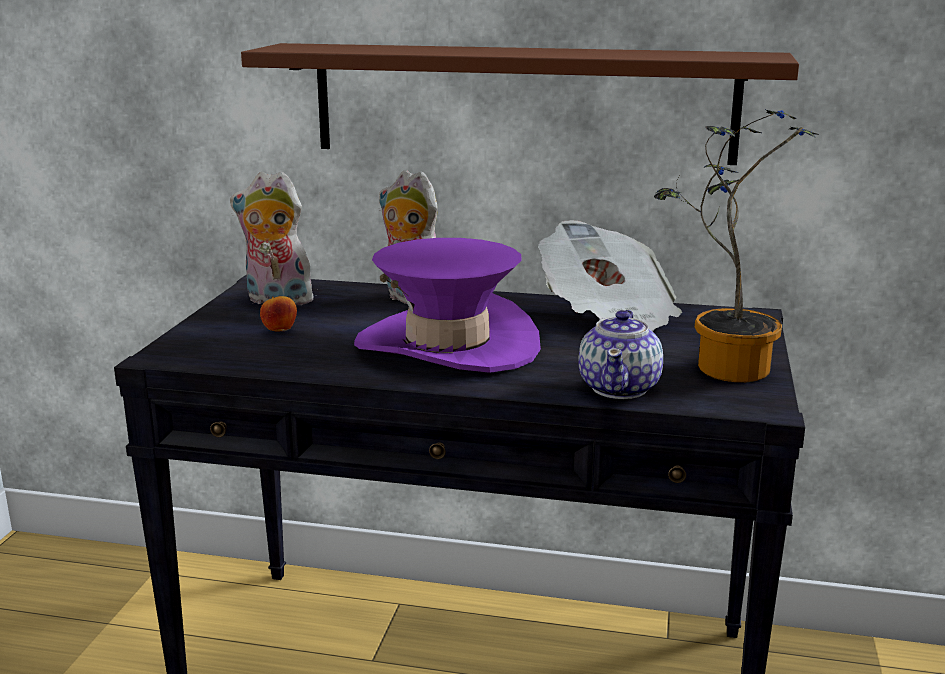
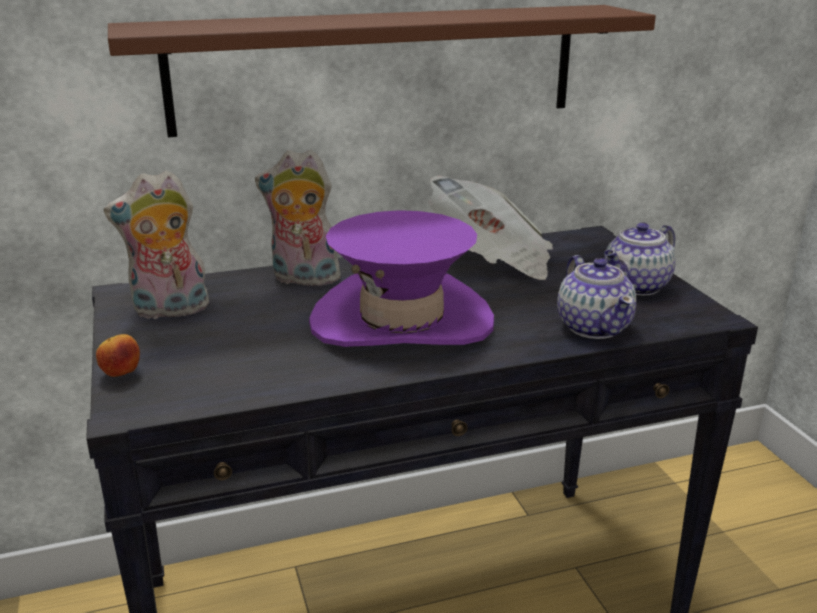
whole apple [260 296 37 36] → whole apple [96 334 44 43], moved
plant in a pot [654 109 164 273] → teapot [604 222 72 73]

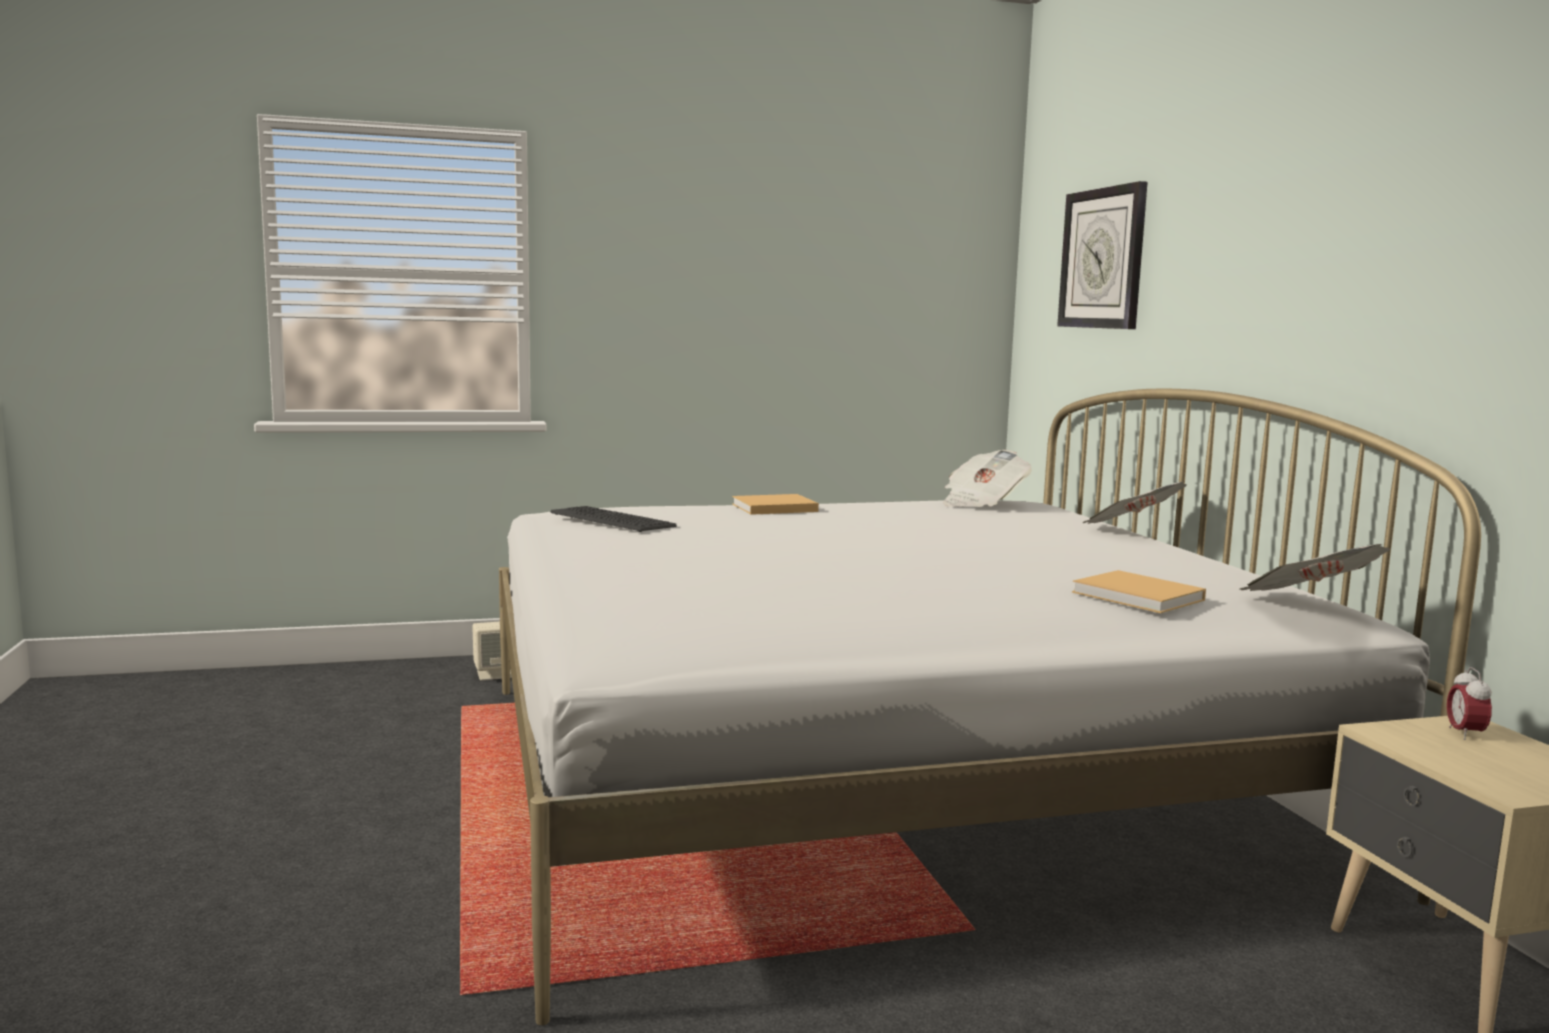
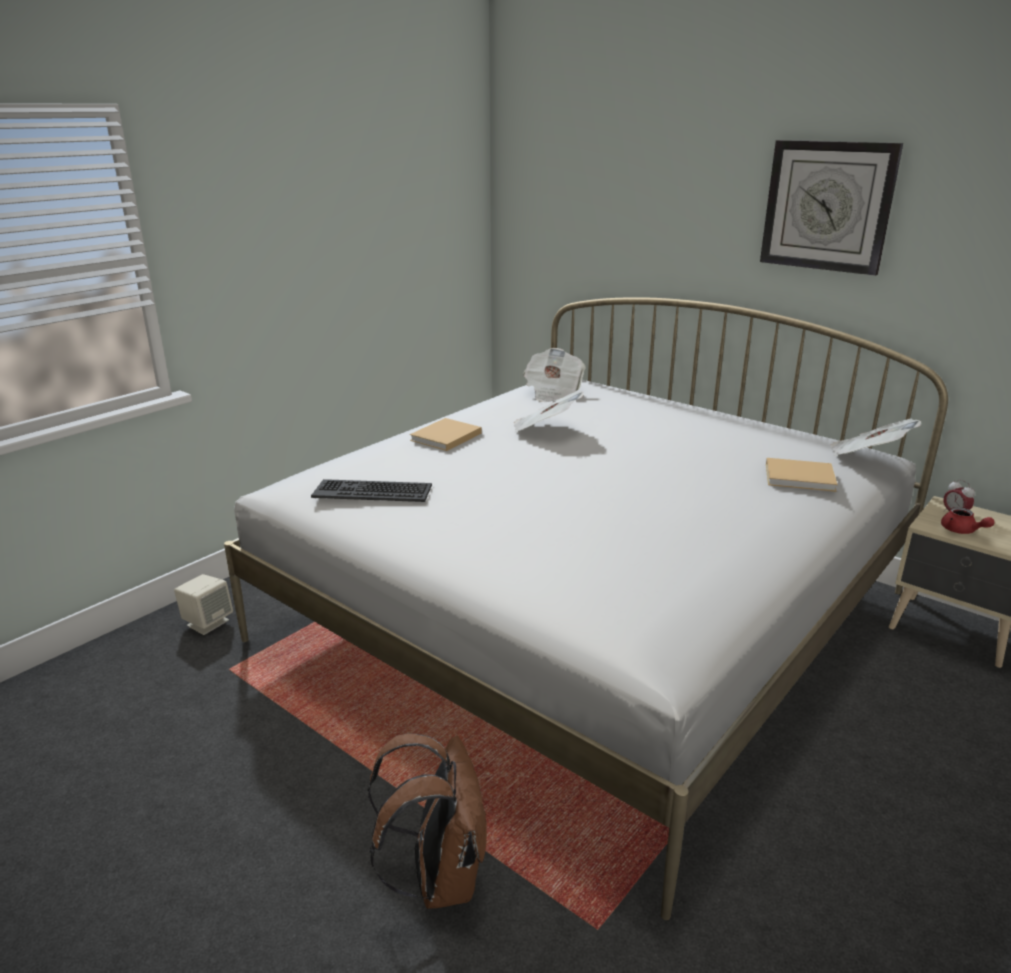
- → rucksack in brown [368 734 119 175]
- → teapot in red-coloured [941 507 54 27]
wall clock [1057 181 91 148] → wall clock [760 140 143 136], moved
newspaper [1082 481 105 43] → newspaper [514 391 70 41], moved

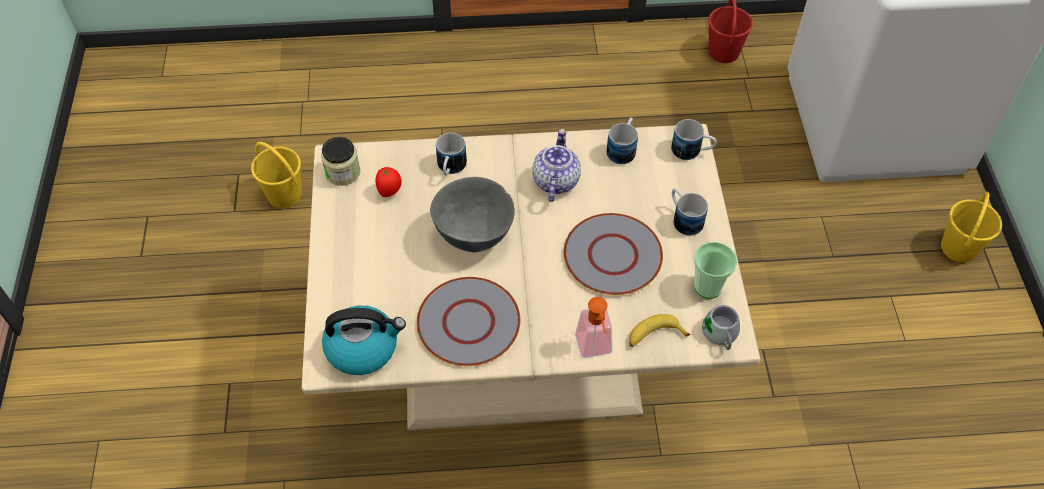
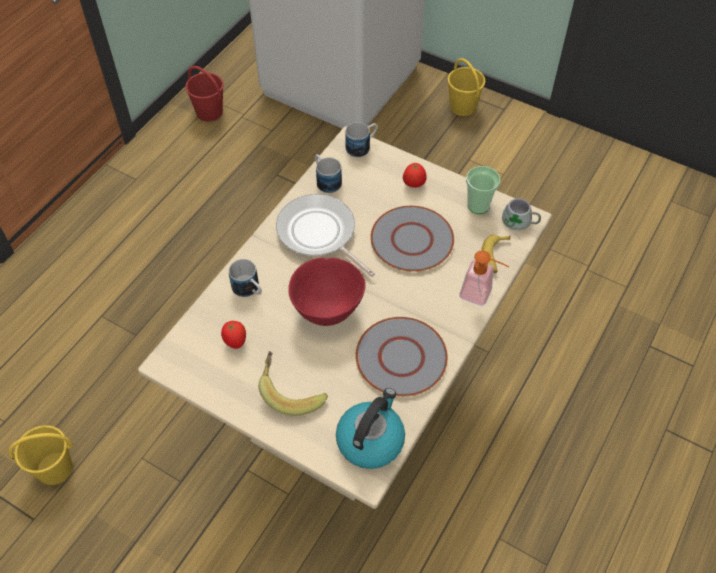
jar [321 137 39 49] → -
- → banana fruit [258 351 70 65]
teapot [532 129 49 73] → pan [276 194 99 83]
mug [672 188 36 48] → fresh tomato [403 162 24 26]
deep dish in greyish [430 177 85 76] → deep dish in red-coloured [288 257 78 69]

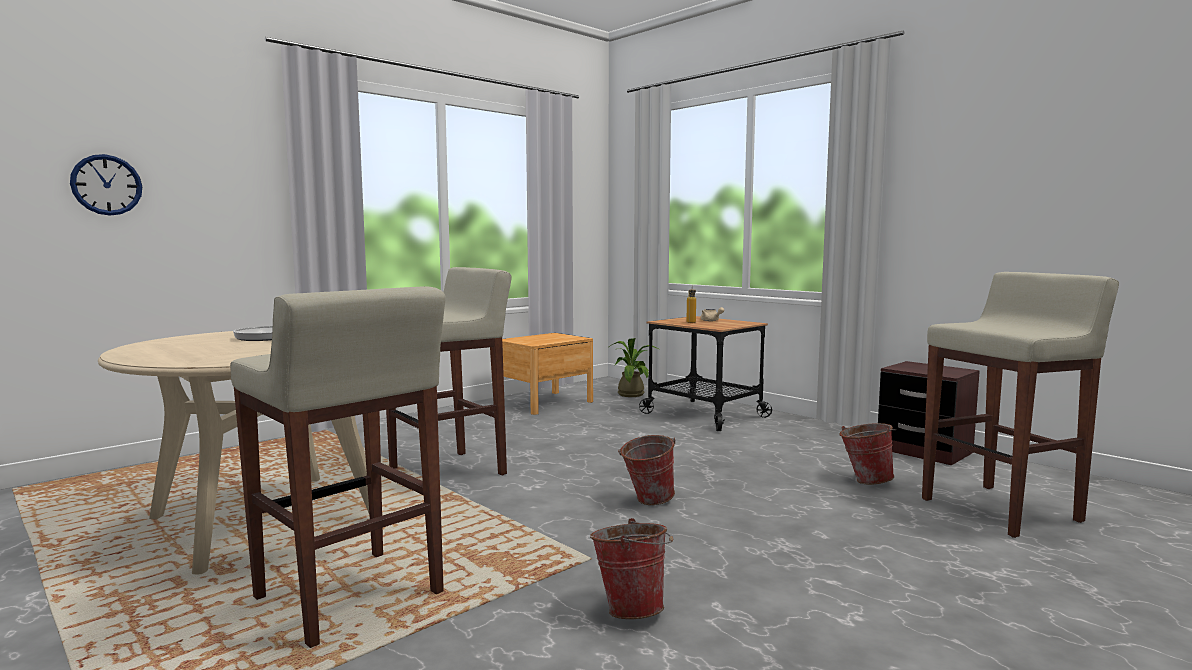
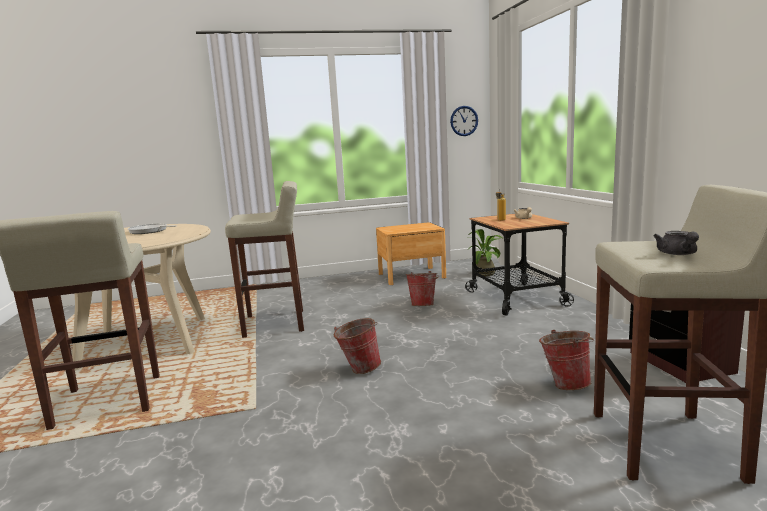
- → teapot in greyish [654 231 45 24]
wall clock [70 154 72 62] → wall clock [450 106 28 30], moved
water bucket [590 518 83 101] → water bucket [406 271 33 35], moved

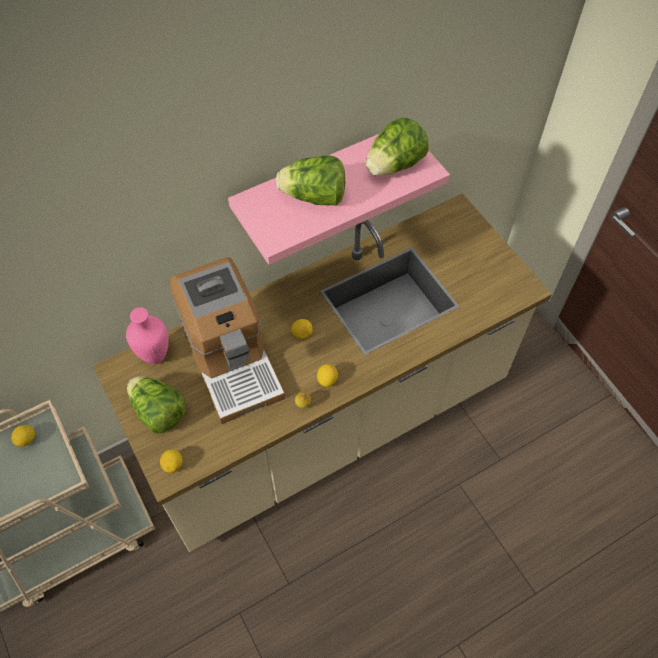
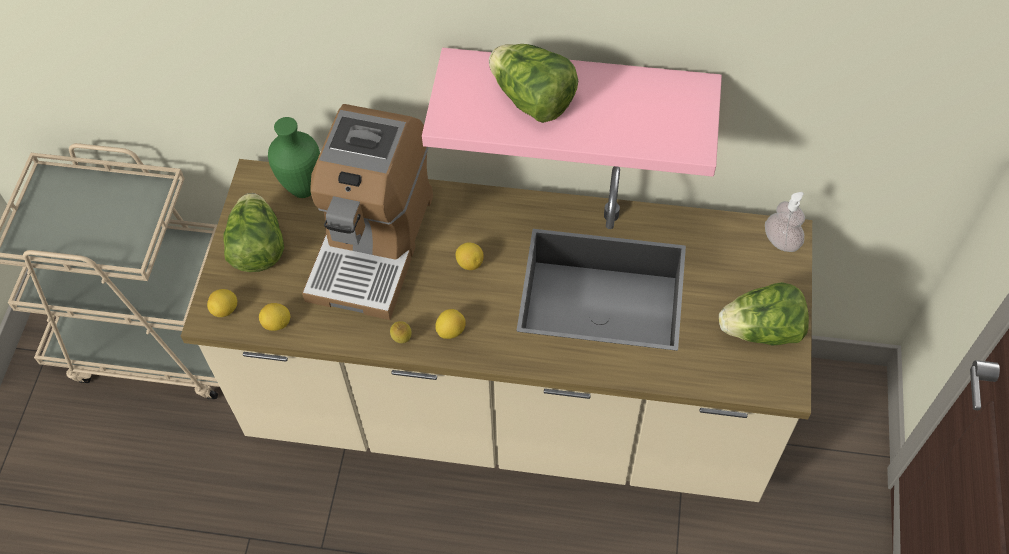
- → liquid soap bottle [765 192 40 60]
lemon [11 425 24 22] → lemon [259 303 32 28], moved
lettuce head [366 118 63 58] → lettuce head [719 282 90 64], moved
vase in pinkish [126 307 43 57] → vase in green-coloured [268 117 52 81]

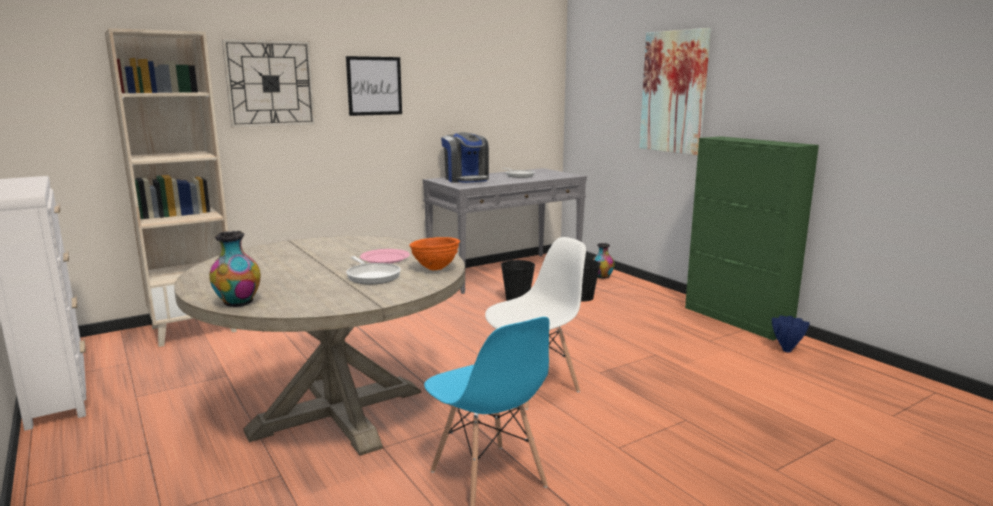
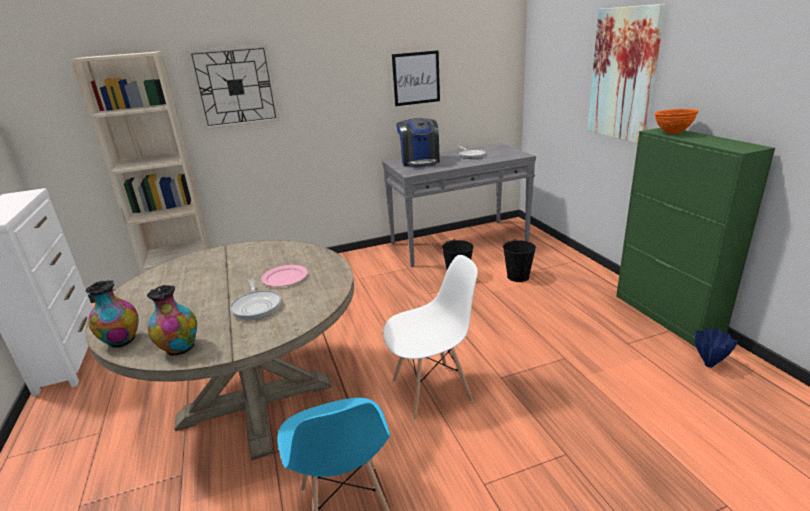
wall picture [346 56 56 60] → wall picture [392 50 48 56], moved
deep dish in orange [409 237 51 33] → deep dish in orange [654 109 45 25], moved
vase [593 243 22 36] → vase [147 285 50 72], moved

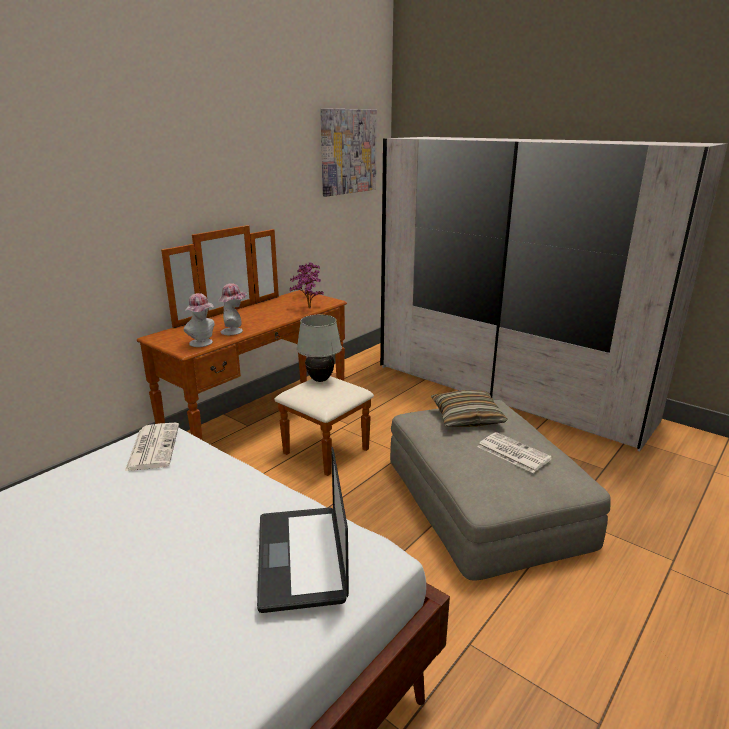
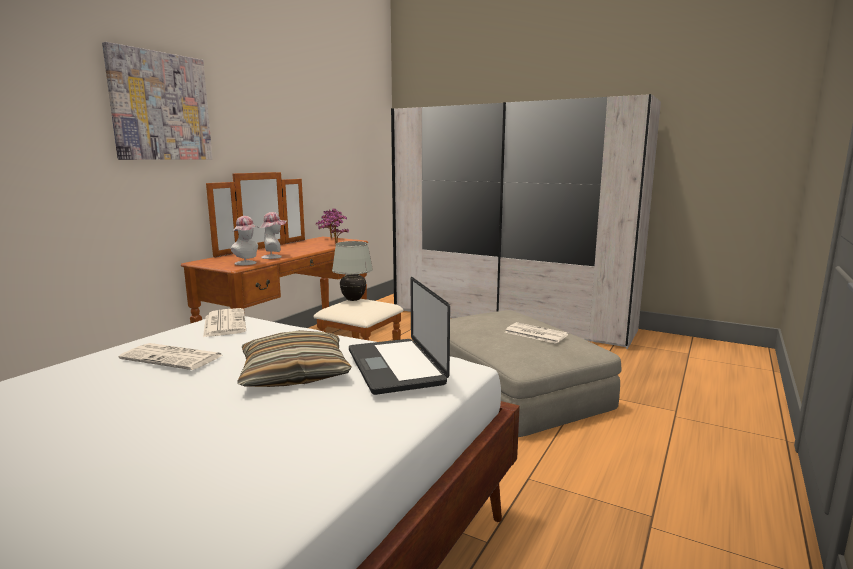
- → newspaper [119 343 103 27]
wall picture [320 108 57 89] → wall picture [102 42 111 118], moved
throw pillow [431 390 76 37] → throw pillow [238 330 114 57], moved

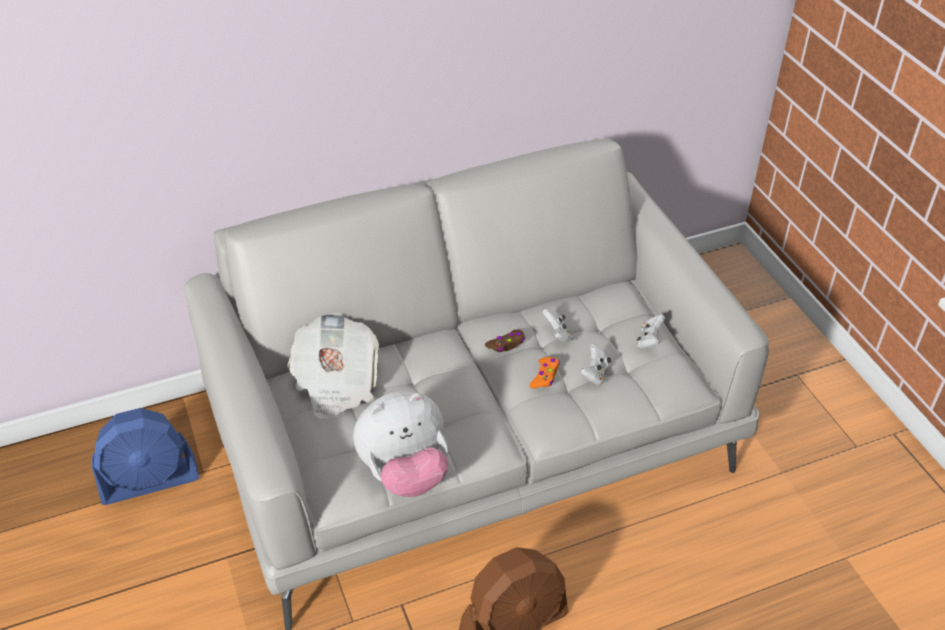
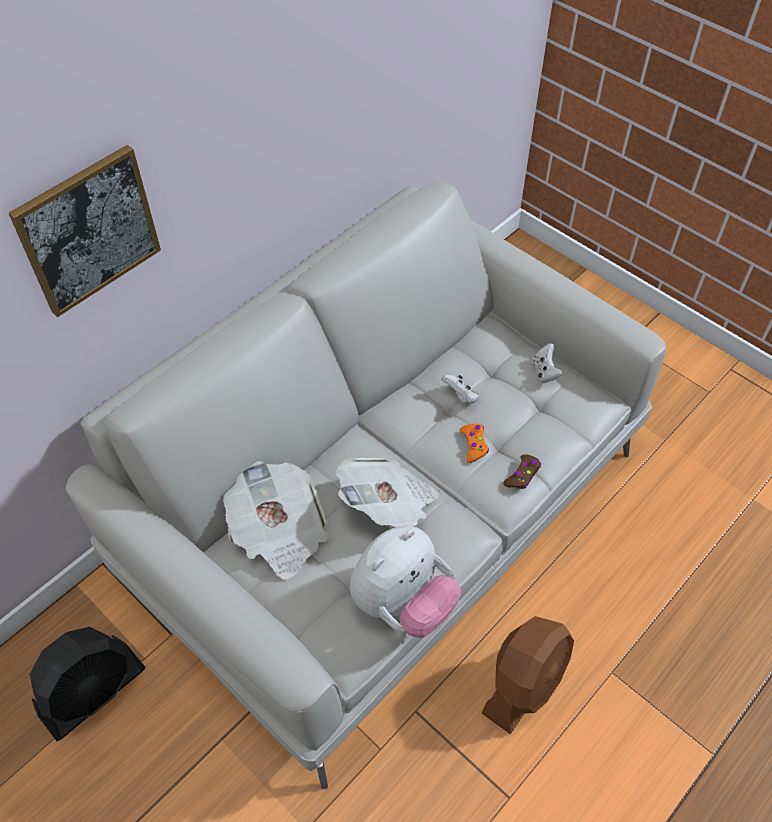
gamepad in whitish [581 344 30 41] → -
- → wall picture [9 145 152 172]
- → newspaper [336 458 103 69]
gamepad in brown [485 329 40 23] → gamepad in brown [503 454 38 35], moved
cooling fan in blue [91 408 108 97] → cooling fan in blackish [30 627 116 114]

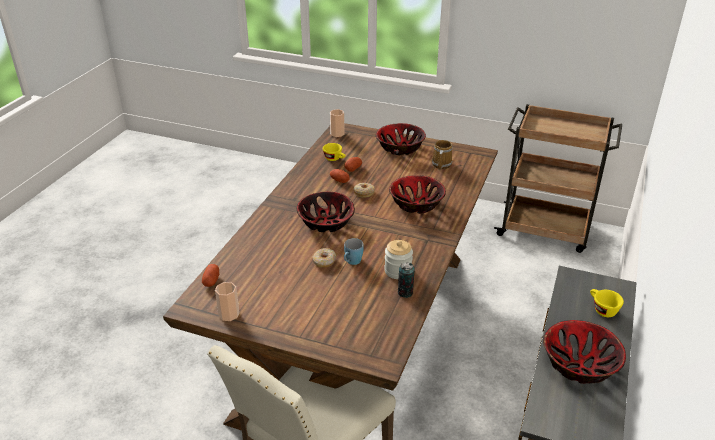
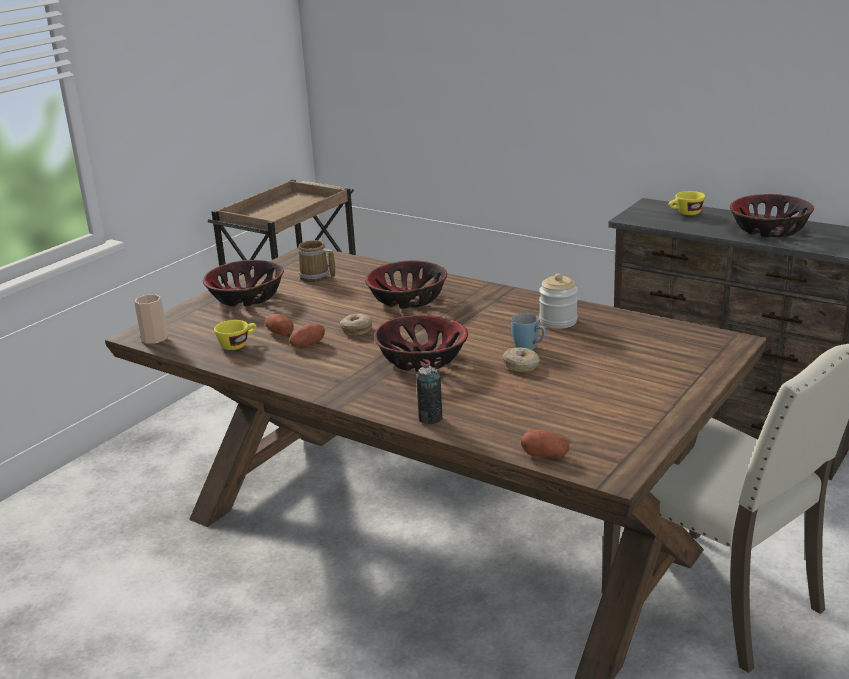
small cup [215 282 25 39] → -
can [398 262 17 36] → can [416 366 27 58], moved

